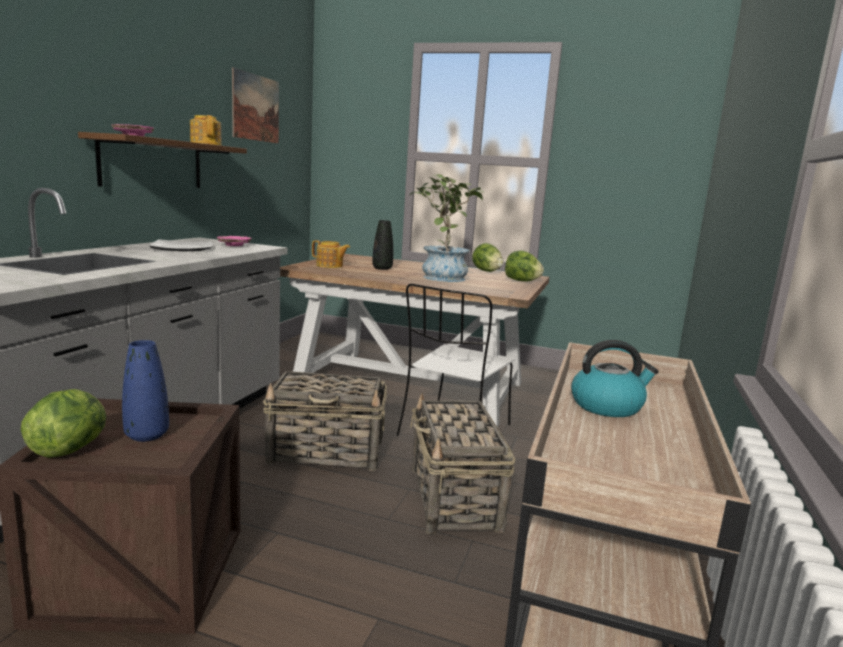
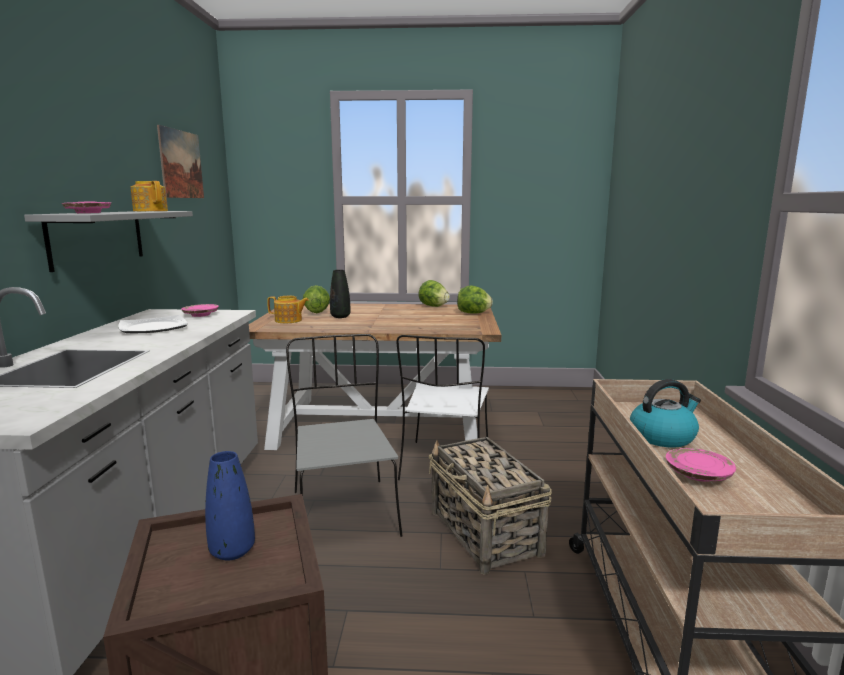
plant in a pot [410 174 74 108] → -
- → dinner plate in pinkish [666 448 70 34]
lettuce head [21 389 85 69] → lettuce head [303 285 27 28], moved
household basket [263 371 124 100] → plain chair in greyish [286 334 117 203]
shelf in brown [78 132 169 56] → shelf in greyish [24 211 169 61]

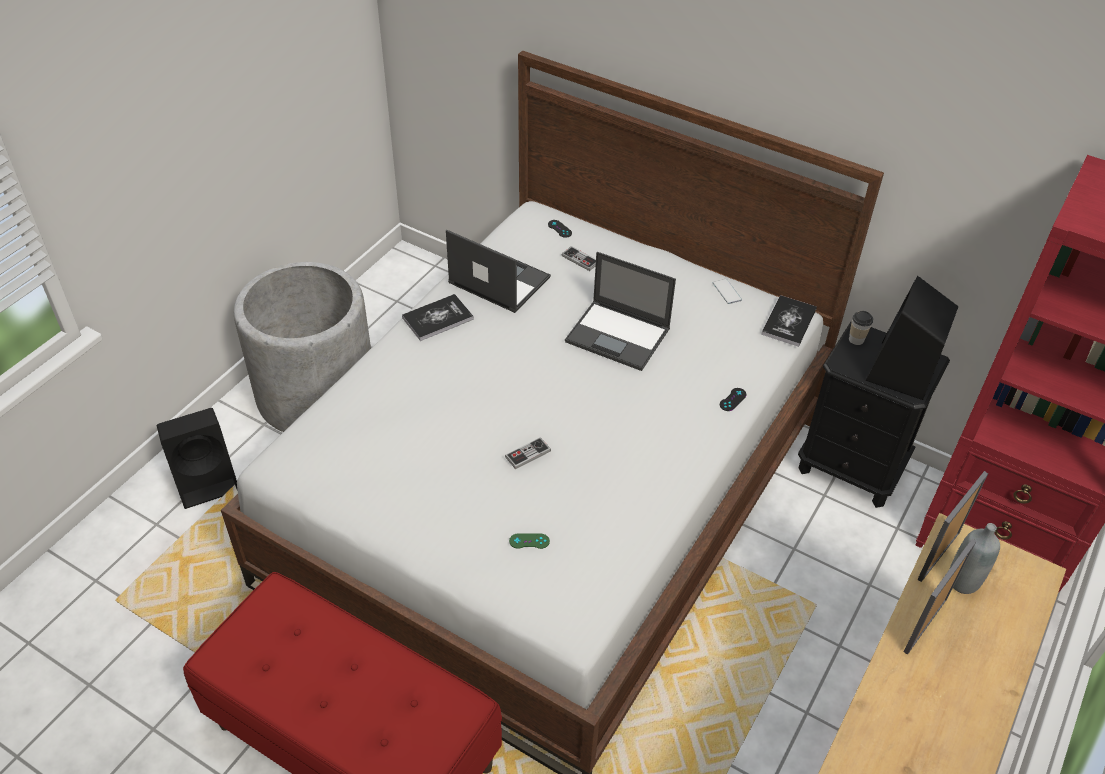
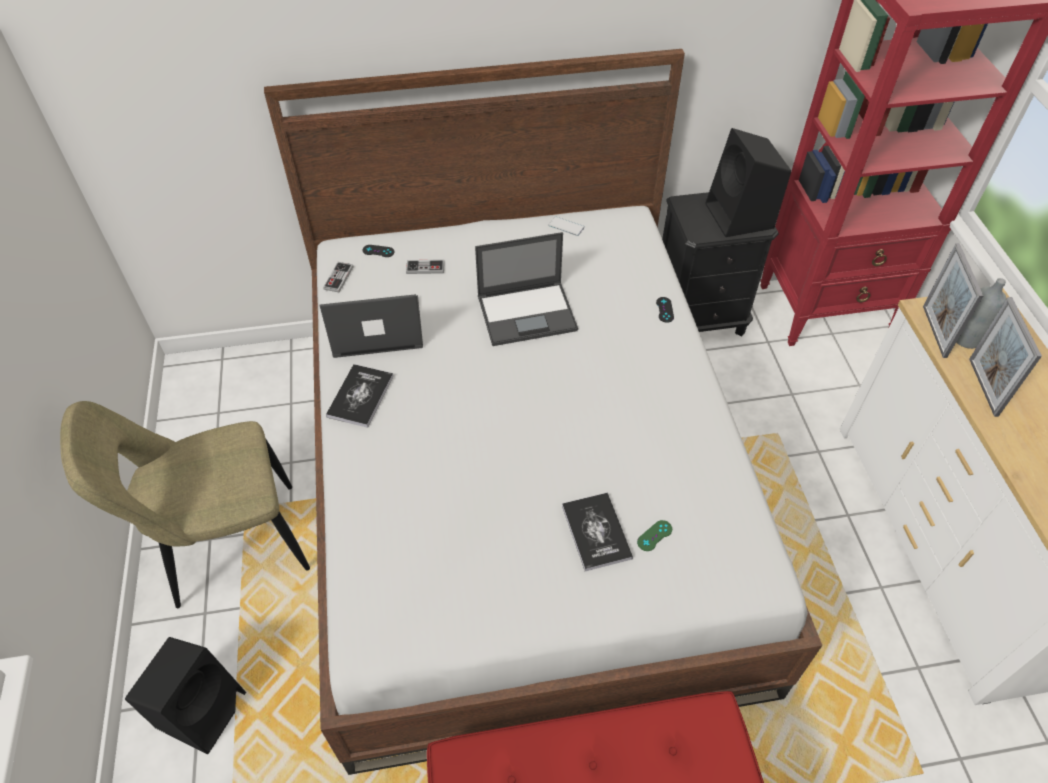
small cup [849 311 24 34] → -
gamepad [505 437 46 32] → gamepad [323 262 30 31], moved
bound book [761 295 56 52] → bound book [562 493 71 78], moved
flower pot in greyish [234 262 137 170] → plain chair in beige [60 401 250 207]

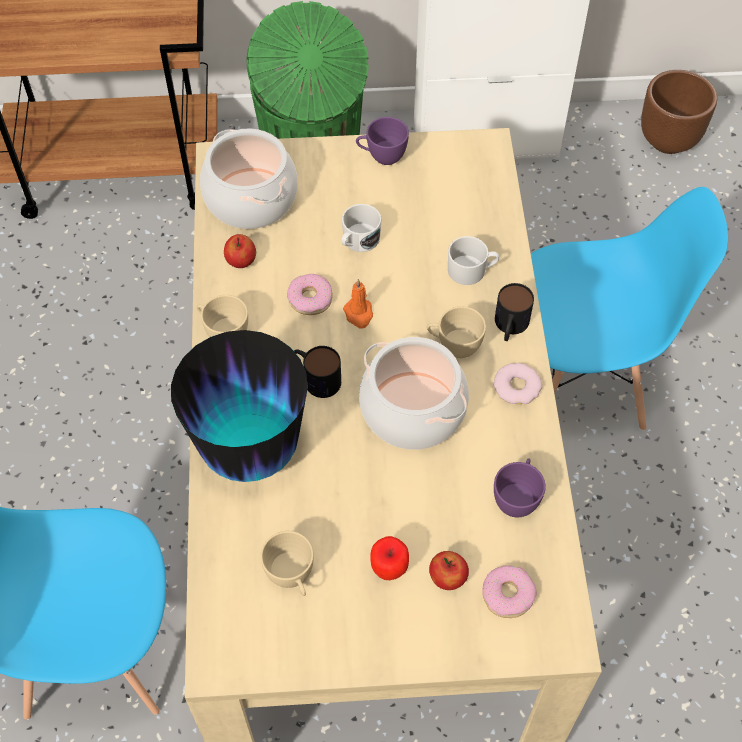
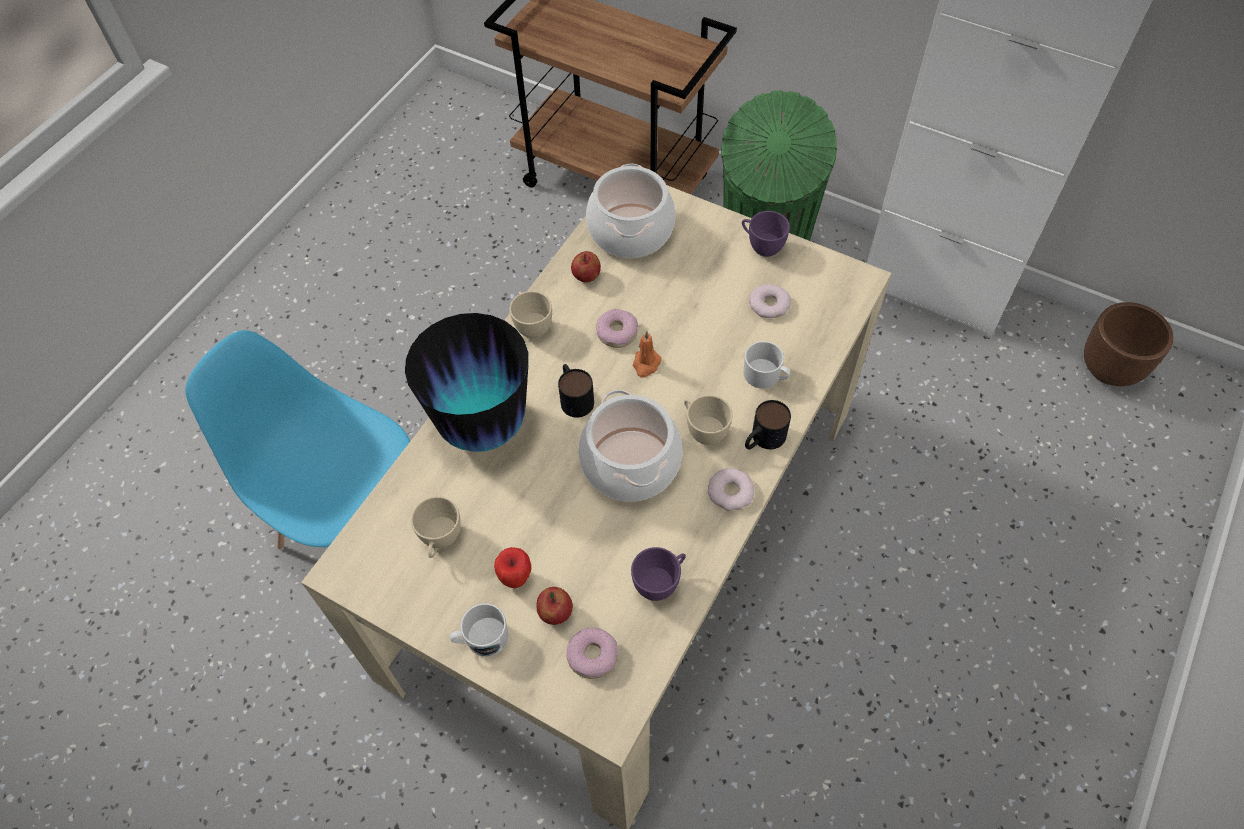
plain chair in blue [531 187 197 244] → -
- → donut [749 284 42 34]
mug in whitish [341 204 40 48] → mug in whitish [450 603 59 54], moved

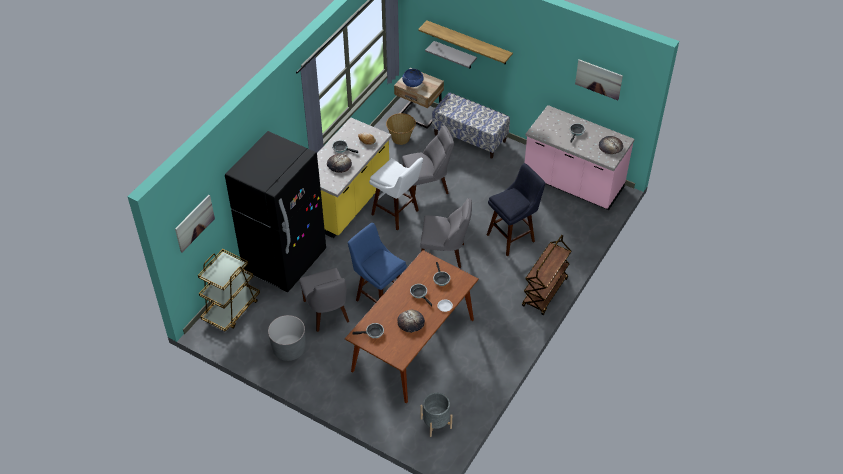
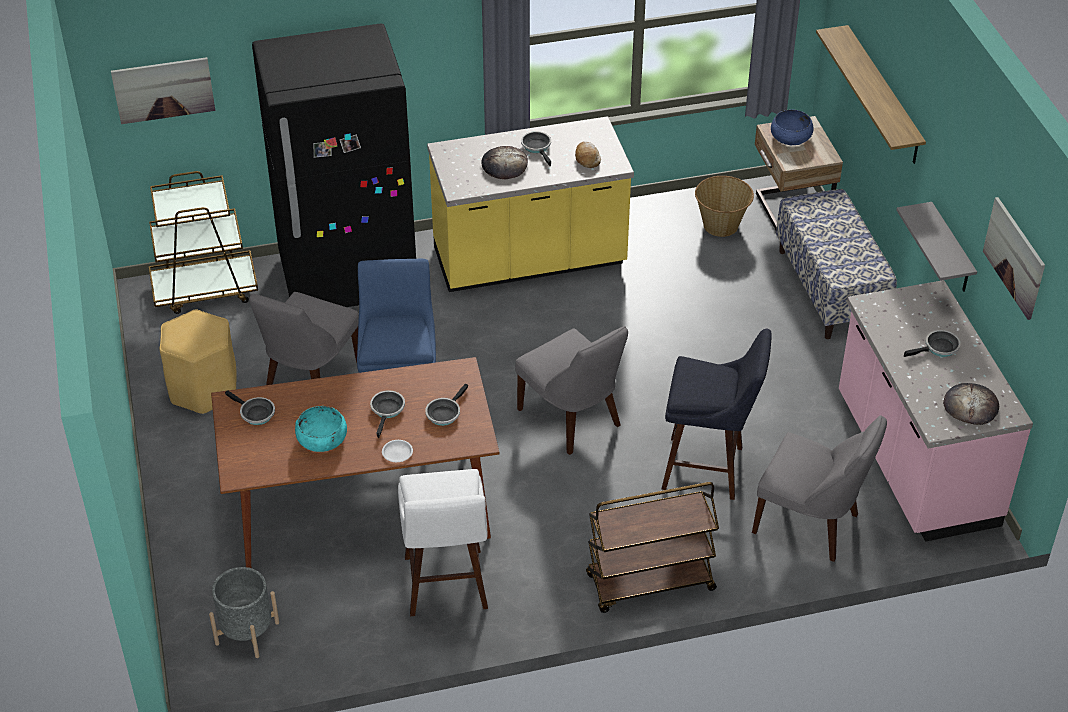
stool seat in whitish [369 157 54 74] → stool seat in whitish [398 469 90 147], moved
plain chair in greyish [402 126 52 77] → plain chair in greyish [752 415 135 147], moved
shelf in greyish [425 41 52 28] → shelf in greyish [896 202 81 90], moved
flower pot in greyish [268 315 38 46] → stool seat in yellow-coloured [160 309 77 105]
bread [397 310 28 23] → deep dish in turquoise [295 406 52 46]

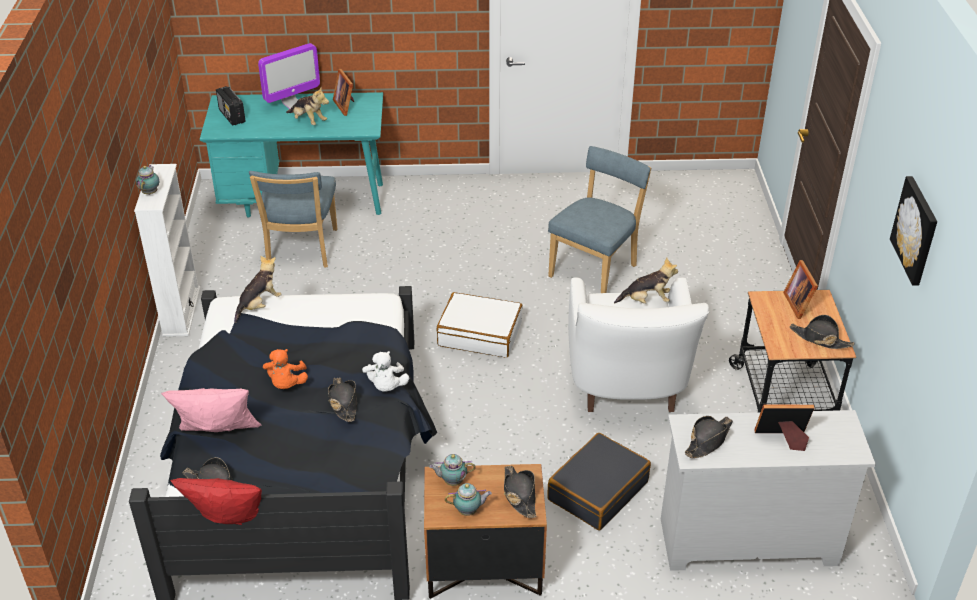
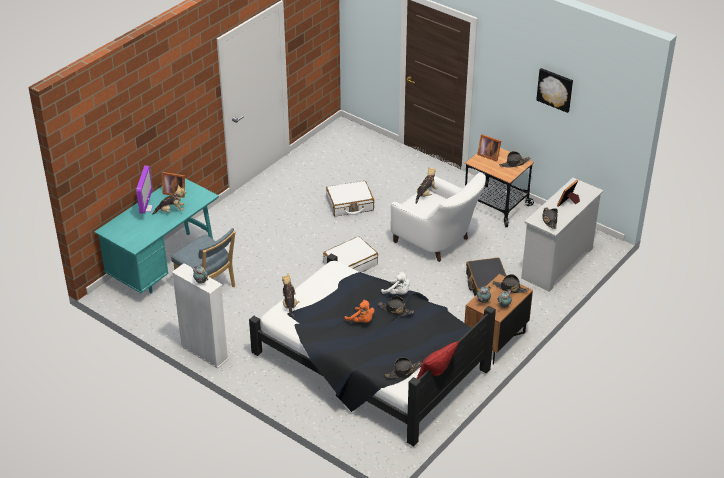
throw pillow in pinkish [161 388 100 44] → -
radio receiver [216 86 30 40] → -
plain chair in blue [548 146 103 147] → travel case in whitish [326 181 48 36]

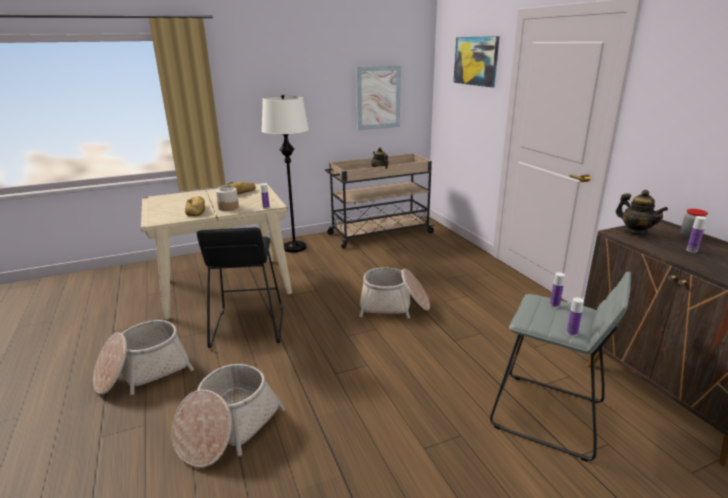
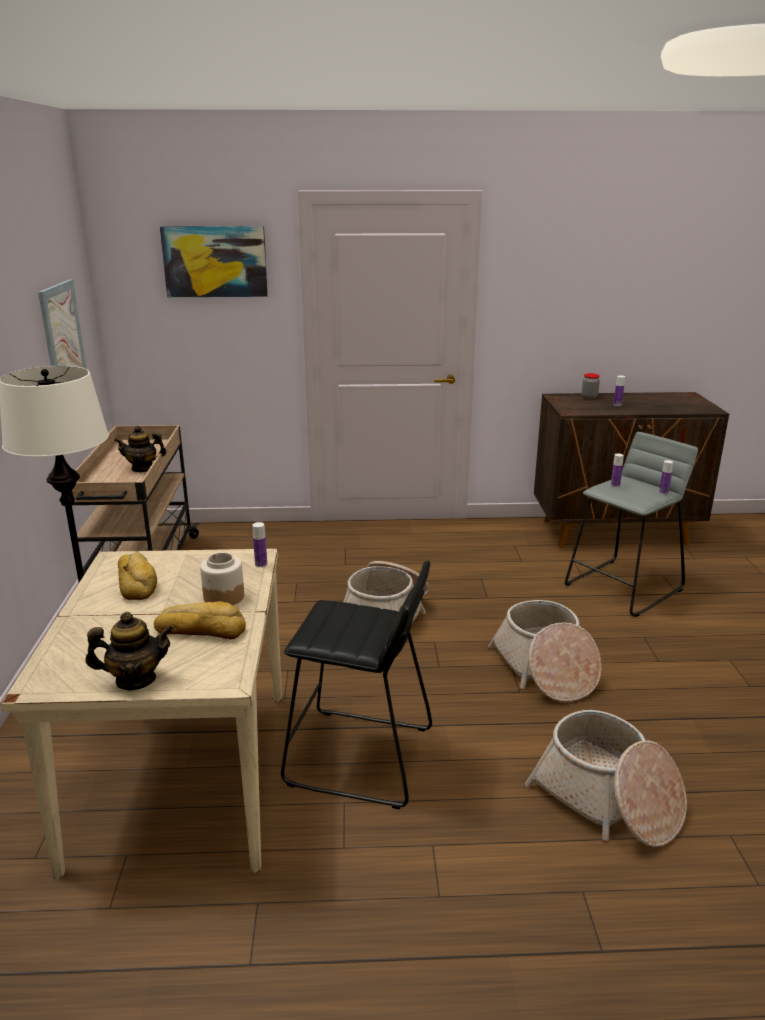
household basket [93 320 101 75] → household basket [488 600 113 102], moved
teapot [616 190 52 46] → teapot [86 612 88 79], moved

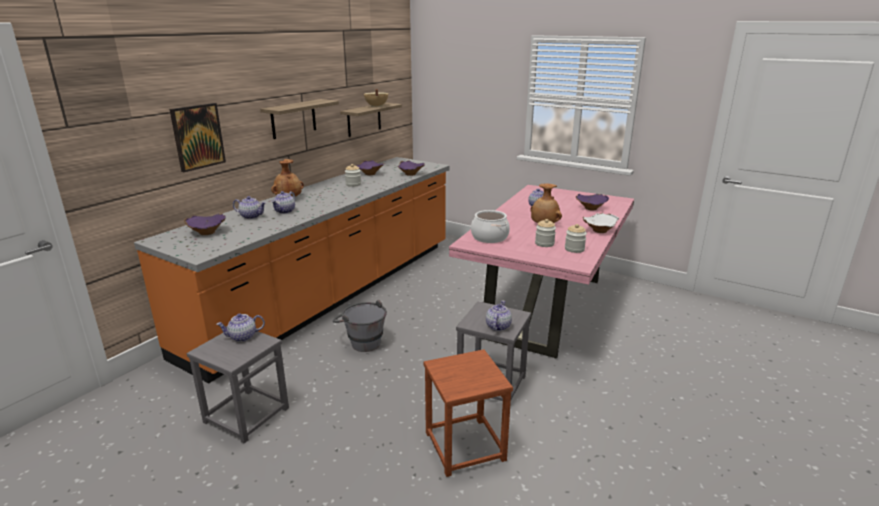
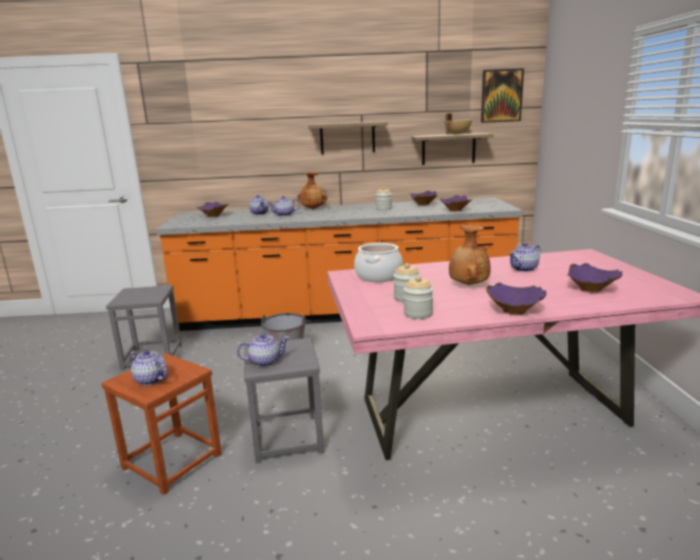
wall picture [170 103 56 69] → wall picture [481 68 43 55], moved
teapot [216 313 49 29] → teapot [130 350 37 36], moved
deep dish in whitish [583 213 36 20] → deep dish in purple [486 282 61 33]

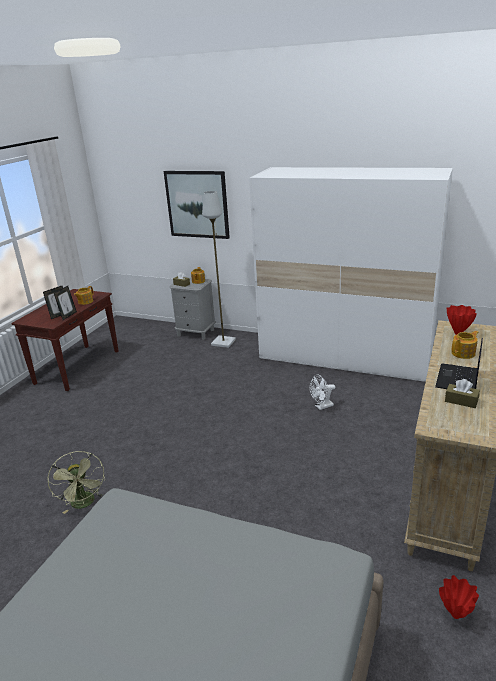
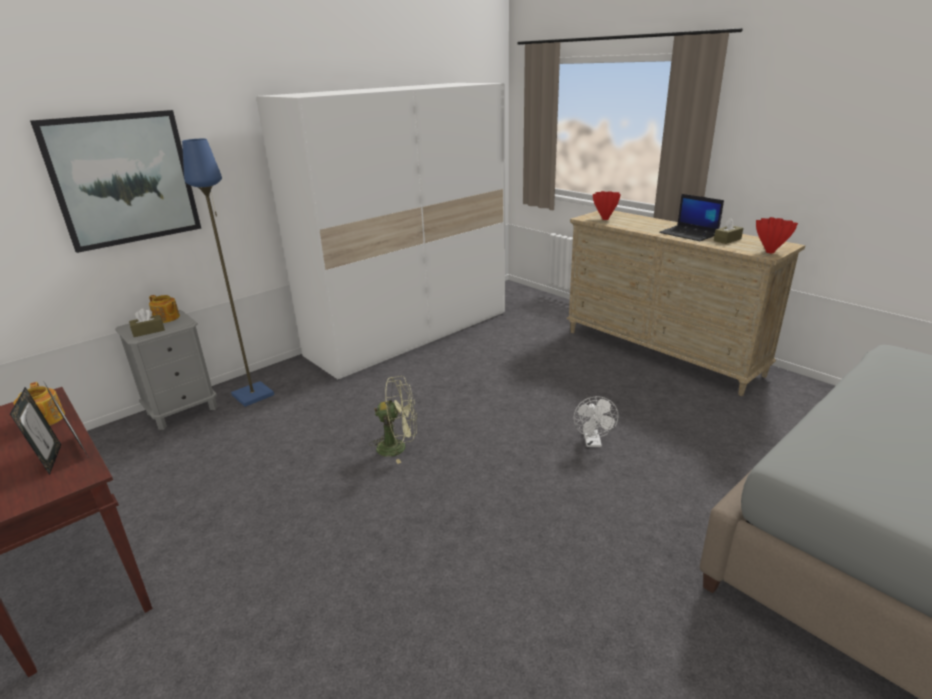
teapot [451 331 28 28] → -
cooling fan in green-coloured [47 451 58 63] → cooling fan in green-coloured [369 376 48 88], moved
cooling fan in whitish [310 375 25 35] → cooling fan in whitish [574 396 45 51], moved
vase in red-coloured [439 575 40 44] → vase in red-coloured [756 217 42 36], moved
floor lamp in greyish [202 191 34 157] → floor lamp in blue [182 139 92 268]

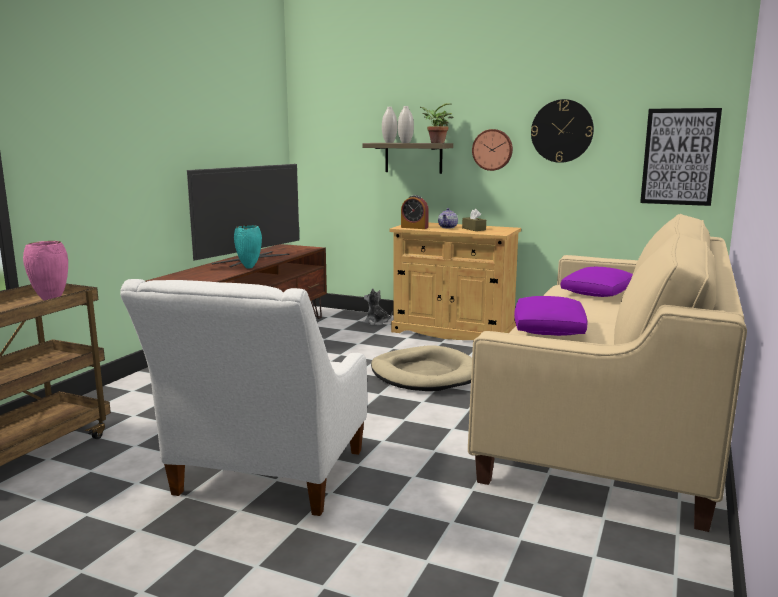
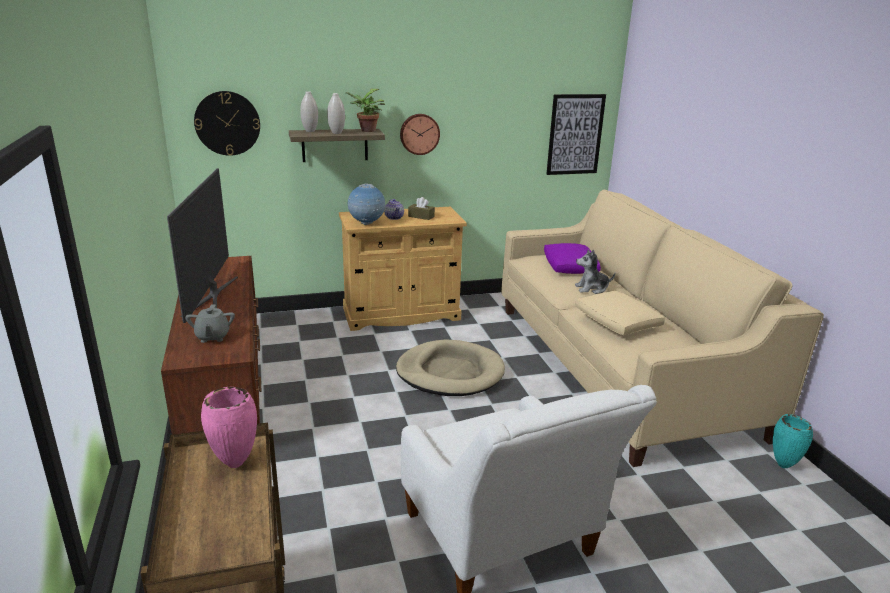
- → teapot in greyish [185 304 50 39]
vase in turquoise [234 225 28 44] → vase in turquoise [773 414 40 54], moved
cuddly toy [362 288 30 38] → cuddly toy [575 250 40 44], moved
wall clock [531 99 63 64] → wall clock [194 91 66 65], moved
bedside clock [401 195 28 34] → desk globe [347 183 38 42]
throw pillow in purple [514 296 73 40] → throw pillow in beige [575 291 90 44]

